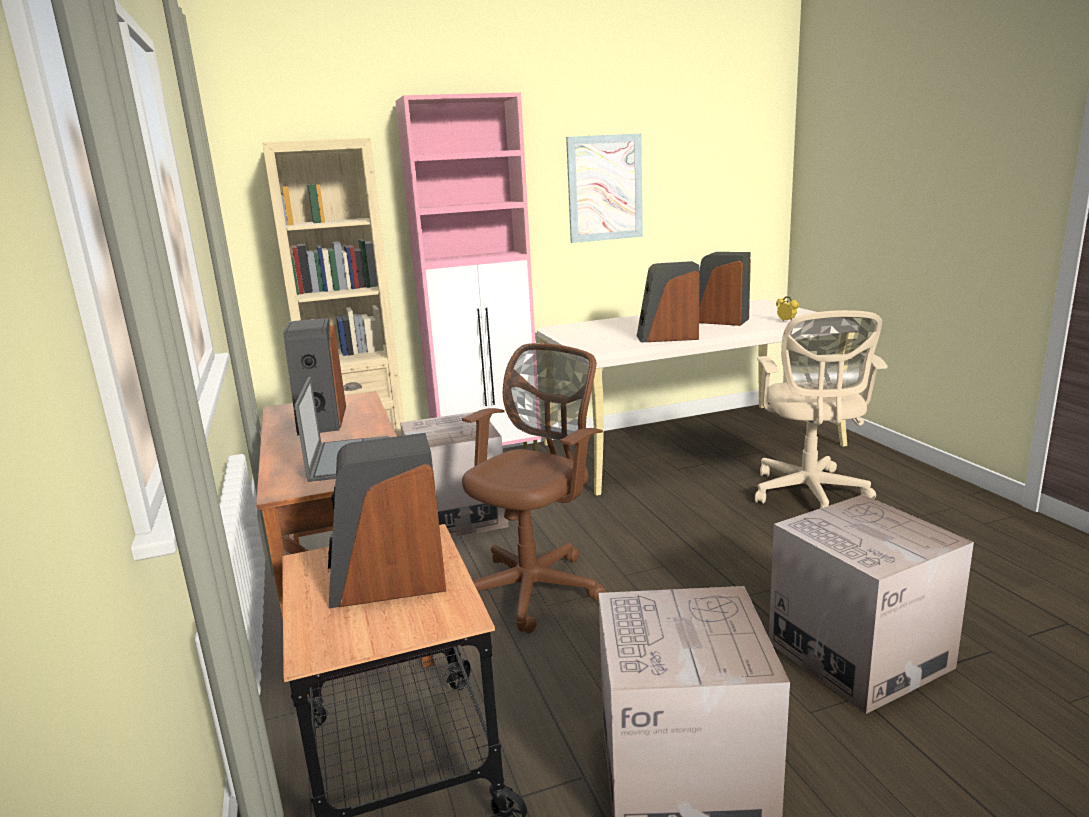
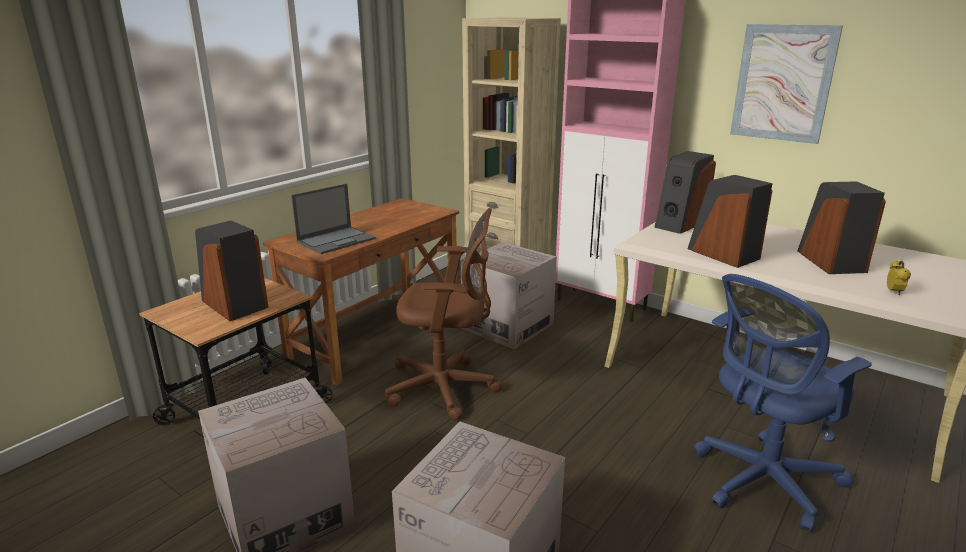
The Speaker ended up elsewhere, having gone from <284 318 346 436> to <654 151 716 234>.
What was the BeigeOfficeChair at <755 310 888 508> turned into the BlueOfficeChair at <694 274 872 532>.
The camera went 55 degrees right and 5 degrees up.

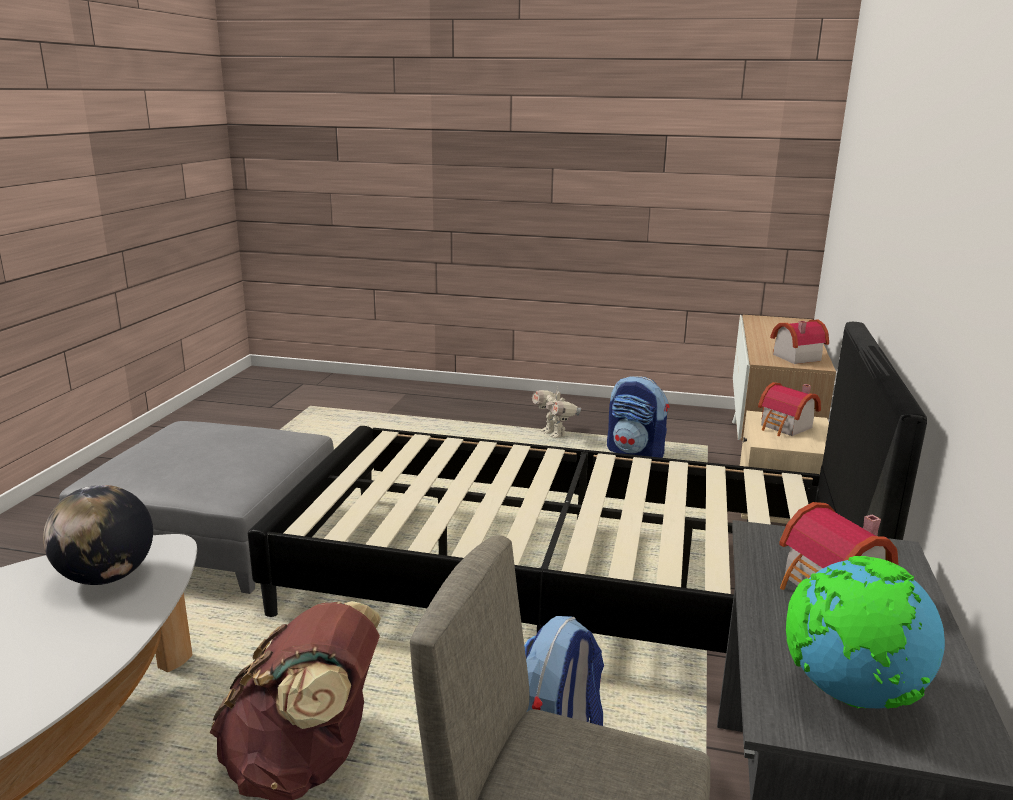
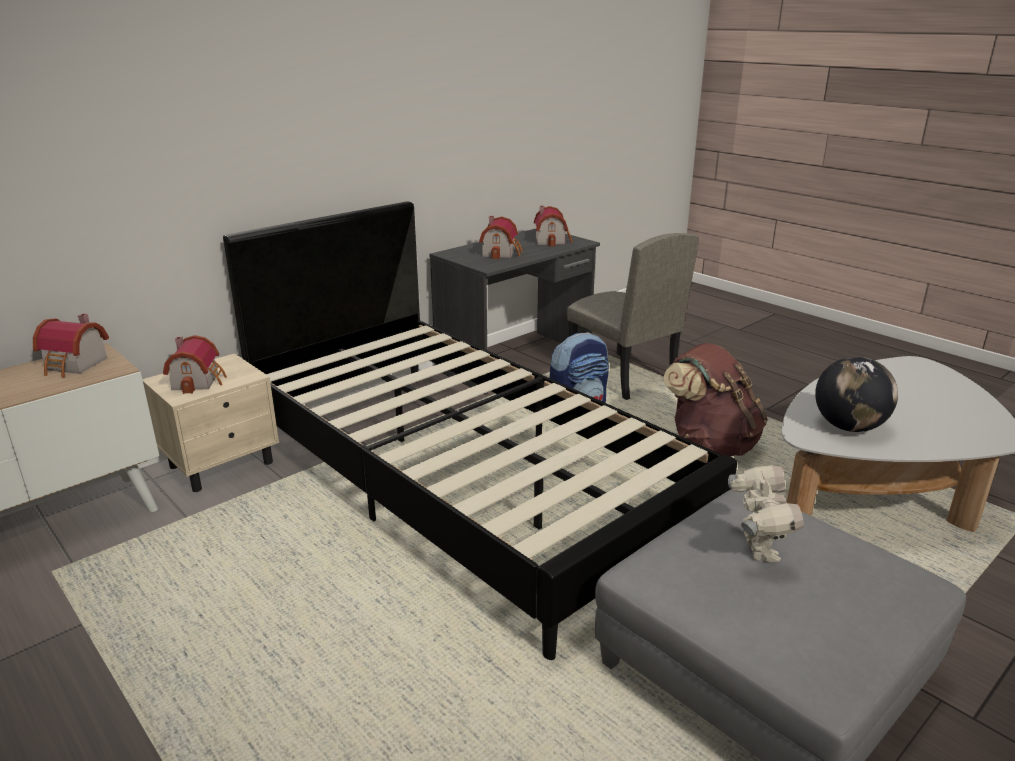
The second view lost the Backpack at <607 376 669 458>.
The ToyRobot ended up elsewhere, having gone from <532 387 581 438> to <728 465 804 562>.
Where the Globe stood at <786 556 945 709>, the ToyHouse came to stand at <534 206 573 247>.
The camera went 145 degrees left and 5 degrees up.

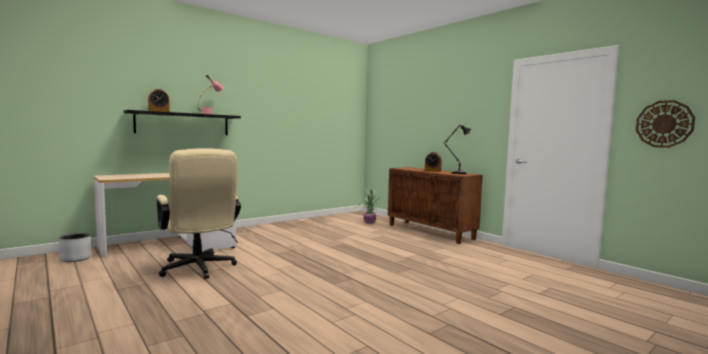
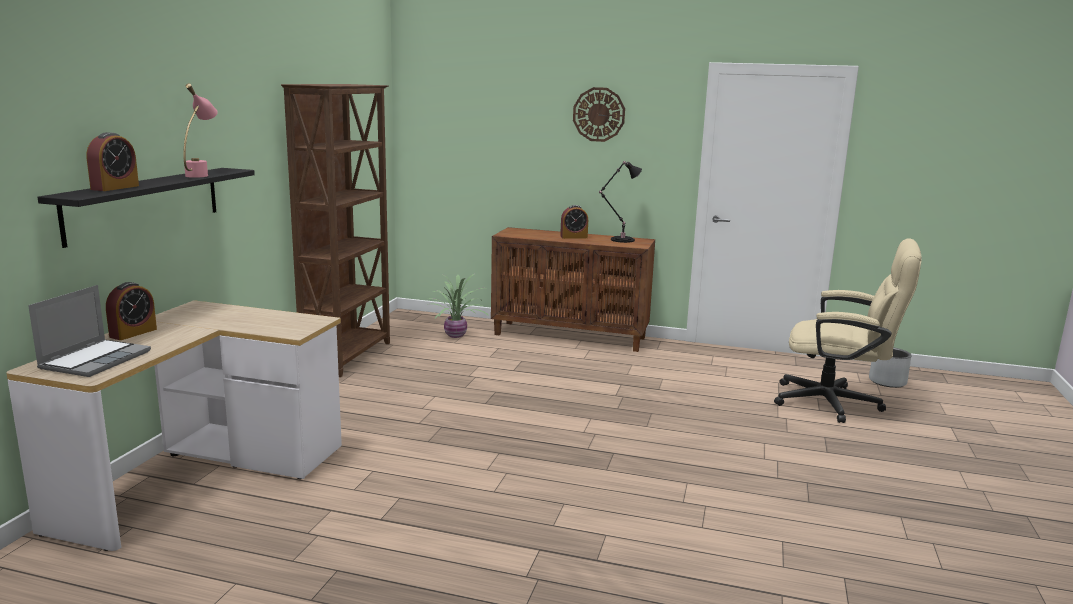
The second view gained the Laptop at <28 285 151 377>.
The second view gained the AlarmClock at <106 282 157 340>.
The second view gained the BrownBookcase at <281 84 390 377>.
The GreyPlanter ended up elsewhere, having gone from <59 233 92 262> to <869 347 912 388>.
The BeigeOfficeChair ended up elsewhere, having gone from <157 148 241 279> to <774 238 922 423>.
The WallClock ended up elsewhere, having gone from <636 100 695 148> to <573 87 625 142>.
The camera went 35 degrees left and 10 degrees up.

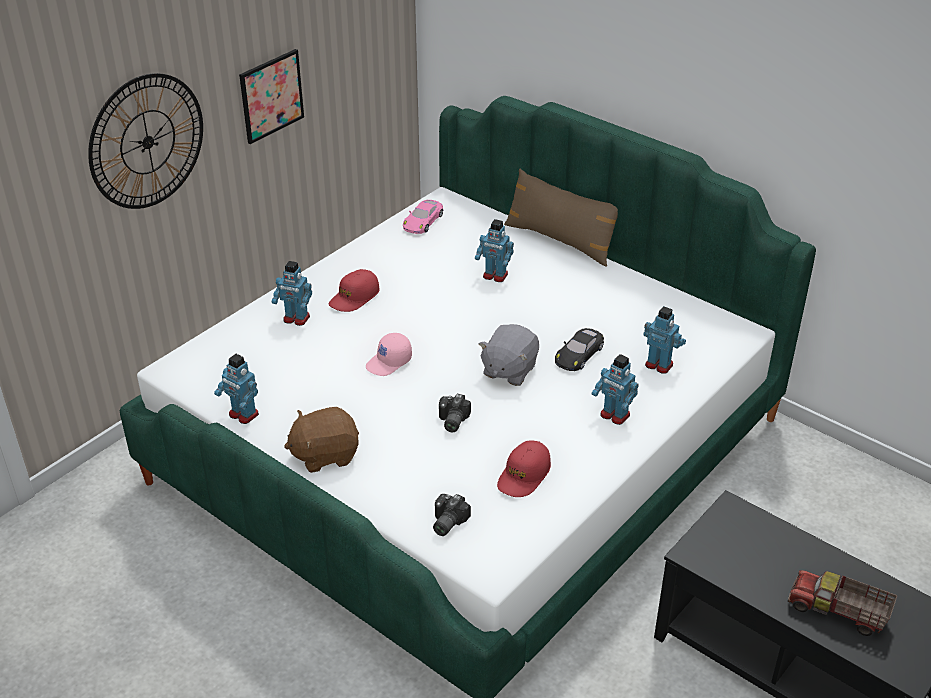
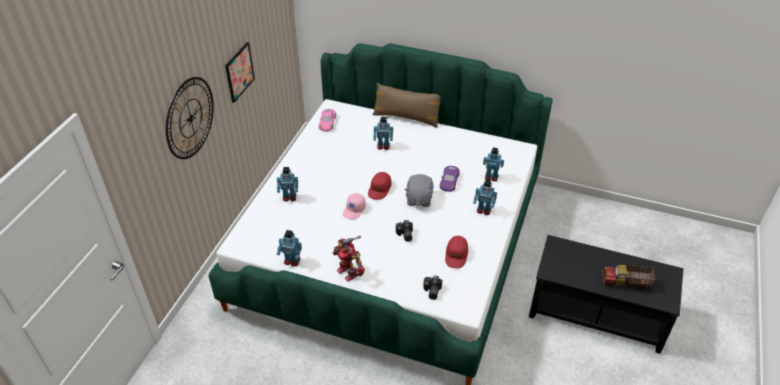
The RedCap ended up elsewhere, having gone from <329 269 380 312> to <368 172 392 200>.
Where the BrownPlushToy stood at <284 407 359 473>, the ToyRobot came to stand at <333 236 365 282>.
What was the BlackToyCar at <555 328 604 371> turned into the PurpleToyCar at <440 166 460 192>.
The camera went 20 degrees left and 5 degrees up.

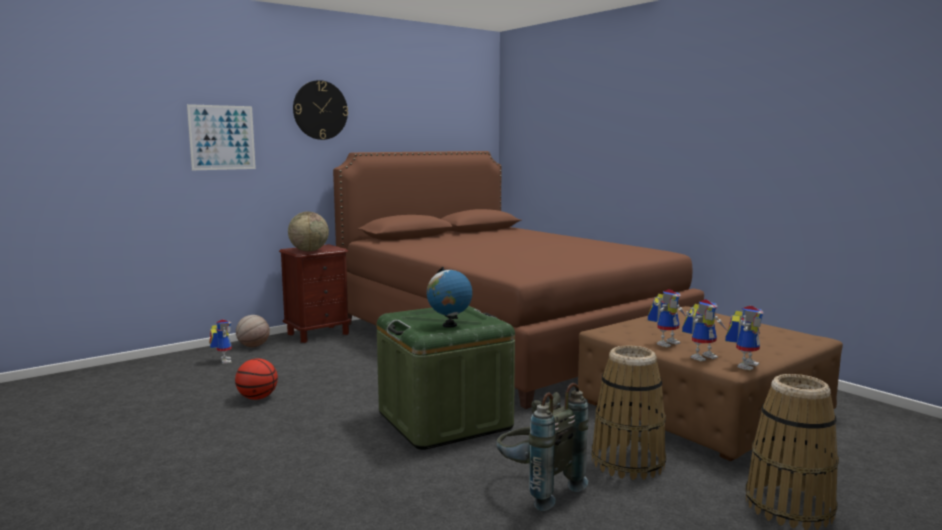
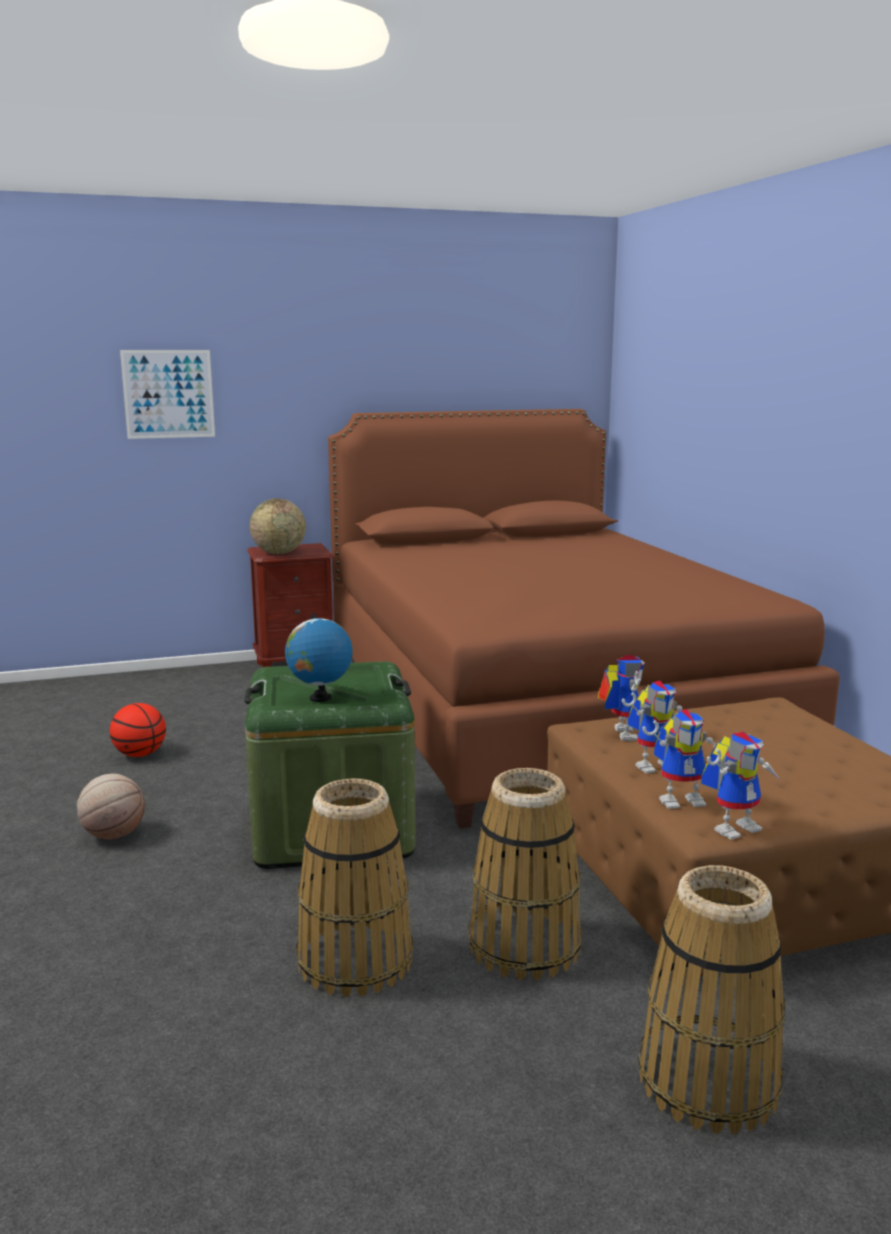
The second view lost the WallClock at <293 80 348 140>.
The ToyRobot ended up elsewhere, having gone from <209 319 232 364> to <598 655 645 741>.
The Basketball ended up elsewhere, having gone from <236 315 270 347> to <77 774 145 840>.
Where the GreyBackpack stood at <496 383 589 511>, the Basket came to stand at <296 778 413 997>.
The camera went 20 degrees right and 5 degrees up.

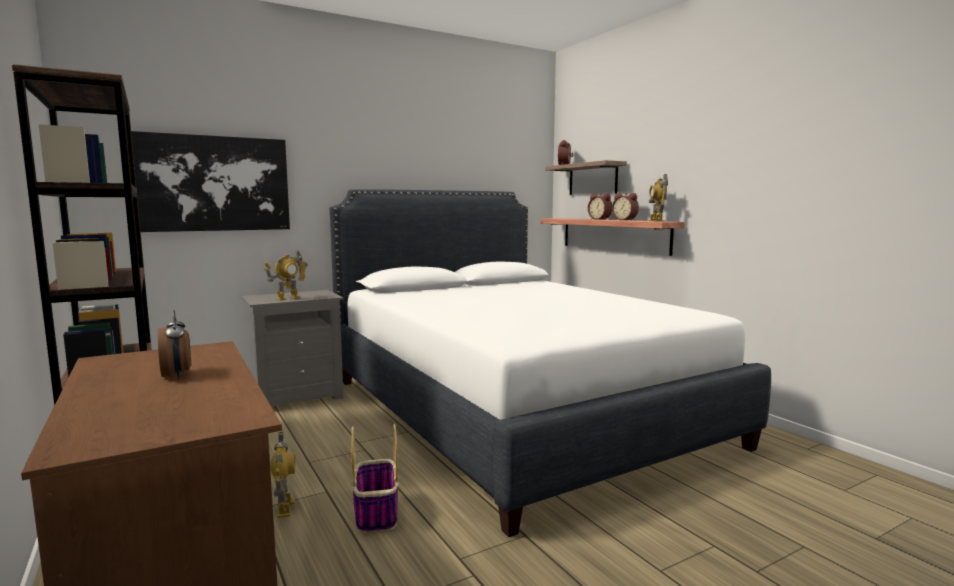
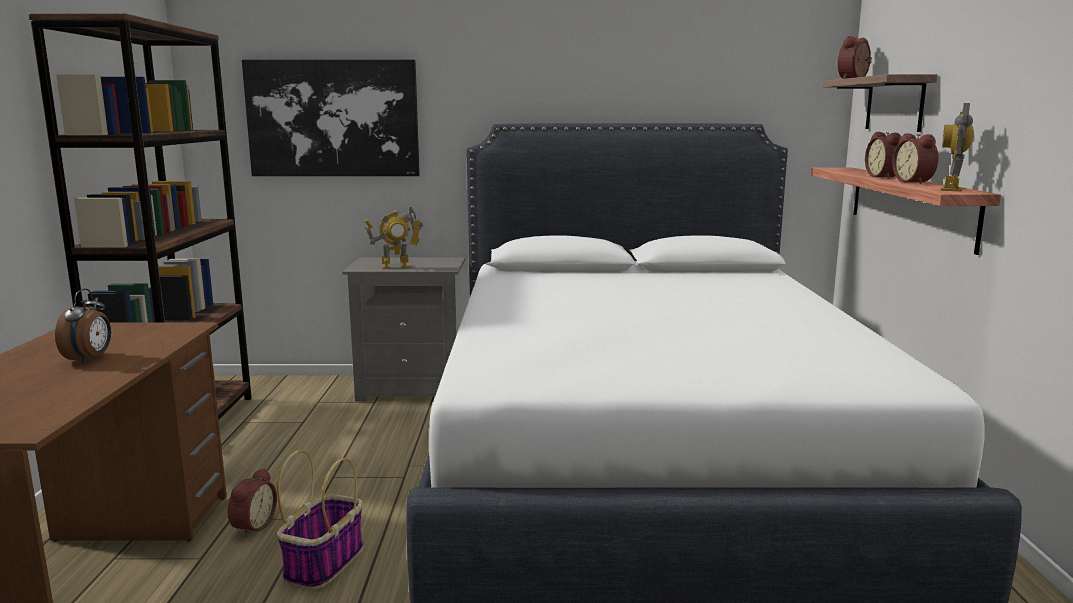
Where the ToyRobot stood at <270 432 296 518>, the AlarmClock came to stand at <228 468 277 537>.
The camera went 30 degrees right and 5 degrees up.

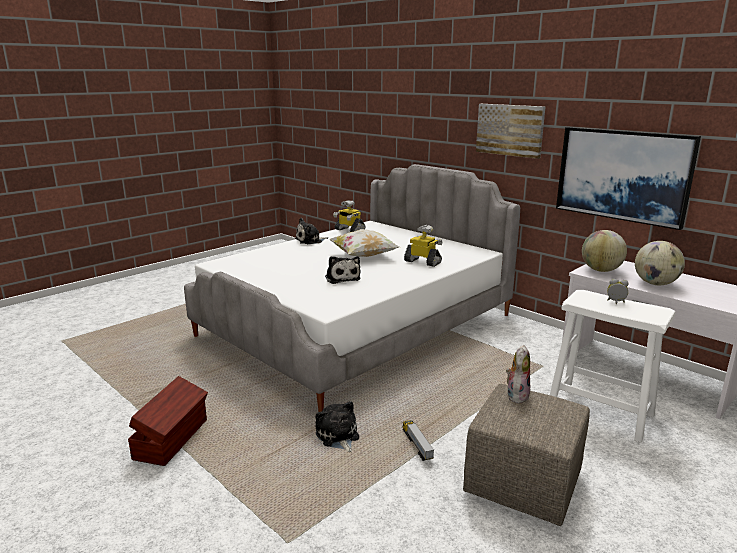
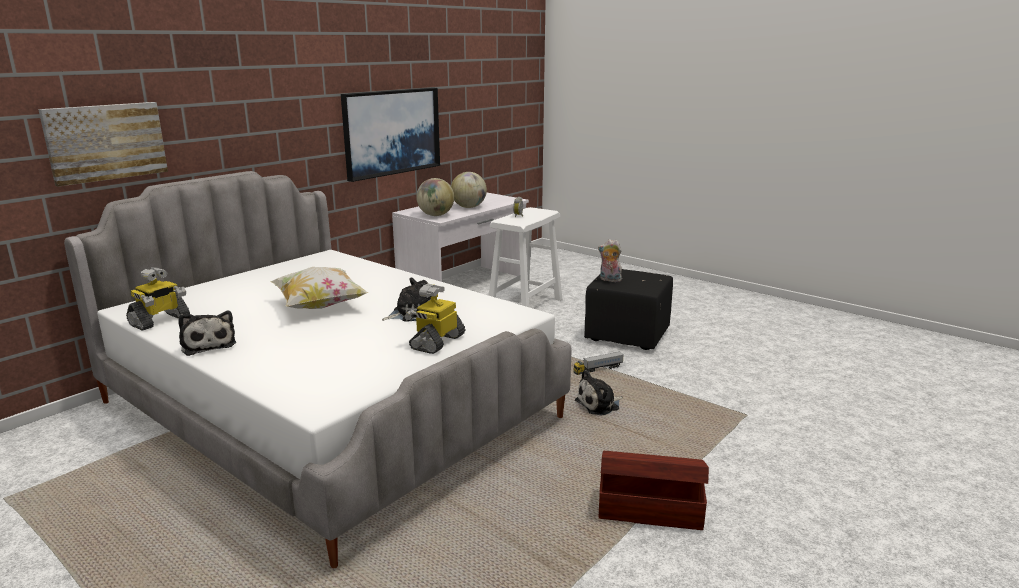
The ToyRobot ended up elsewhere, having gone from <404 225 442 267> to <404 284 465 354>.
The Picture ended up elsewhere, having gone from <476 104 545 159> to <38 102 168 187>.
What was the BeigeOttoman at <463 384 590 526> turned into the BlackOttoman at <584 269 673 350>.
The camera went 95 degrees left and 0 degrees up.

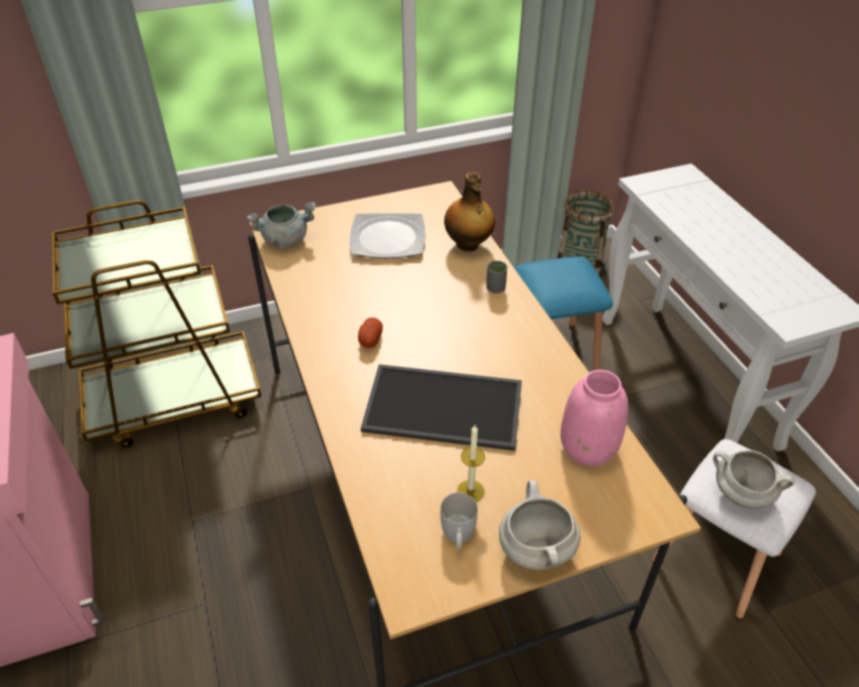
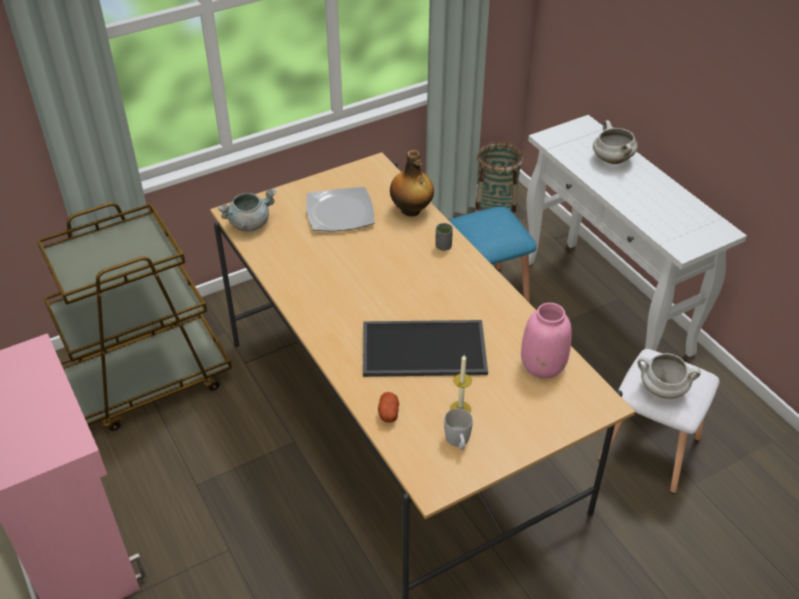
The Potato ended up elsewhere, having gone from <358 317 383 348> to <378 392 399 423>.
The WhiteCookingPot ended up elsewhere, having gone from <499 480 581 571> to <593 120 638 164>.
The camera went 10 degrees left and 0 degrees up.

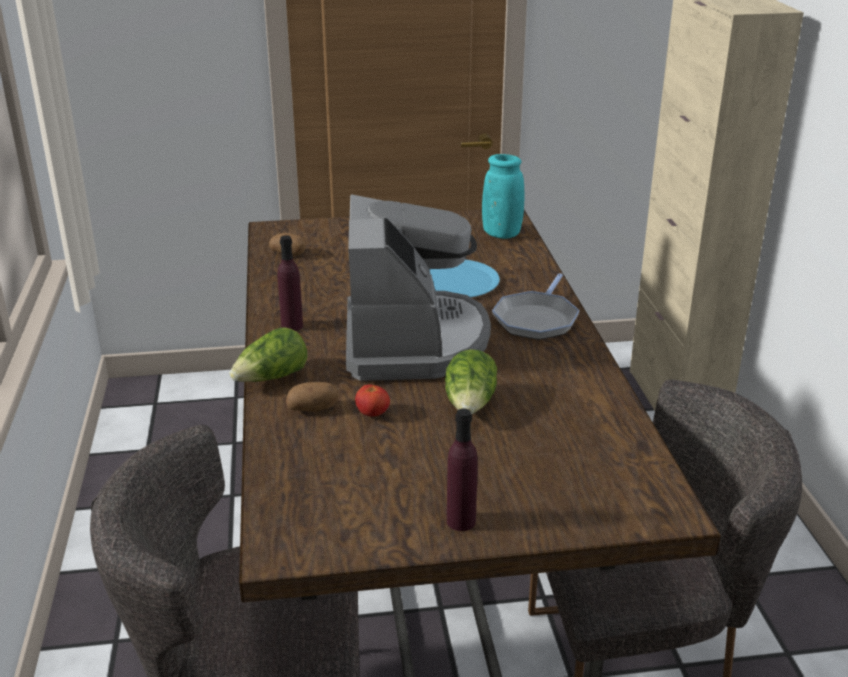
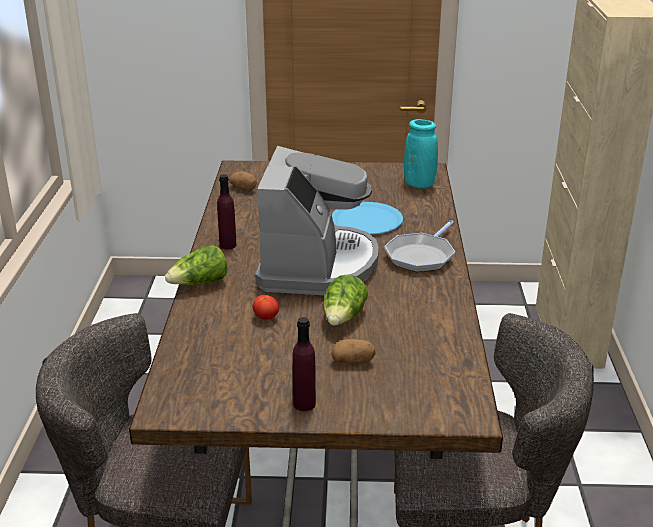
The Potato ended up elsewhere, having gone from <286 382 339 412> to <331 339 375 364>.
The camera went 10 degrees right and 0 degrees up.

